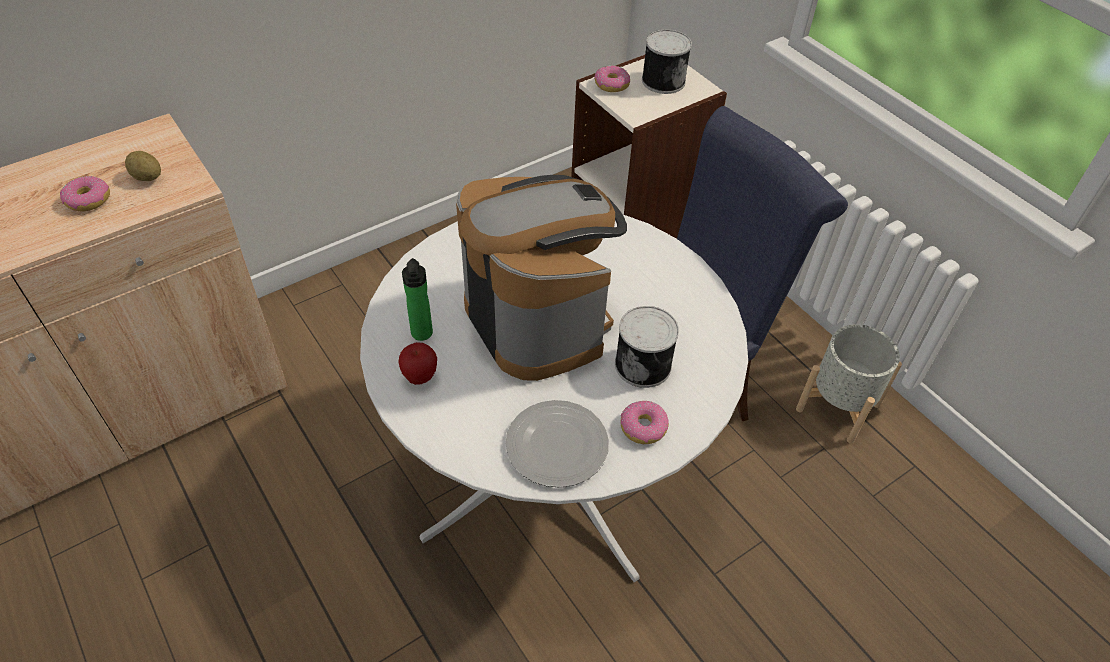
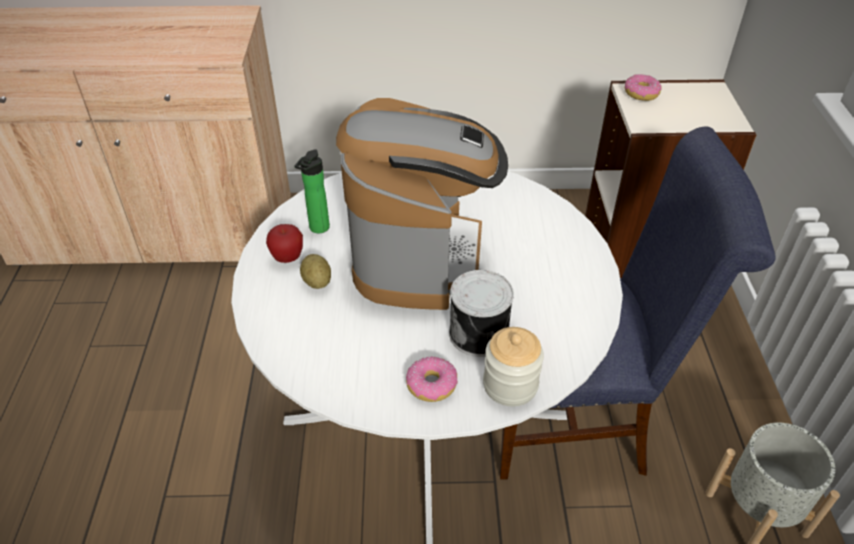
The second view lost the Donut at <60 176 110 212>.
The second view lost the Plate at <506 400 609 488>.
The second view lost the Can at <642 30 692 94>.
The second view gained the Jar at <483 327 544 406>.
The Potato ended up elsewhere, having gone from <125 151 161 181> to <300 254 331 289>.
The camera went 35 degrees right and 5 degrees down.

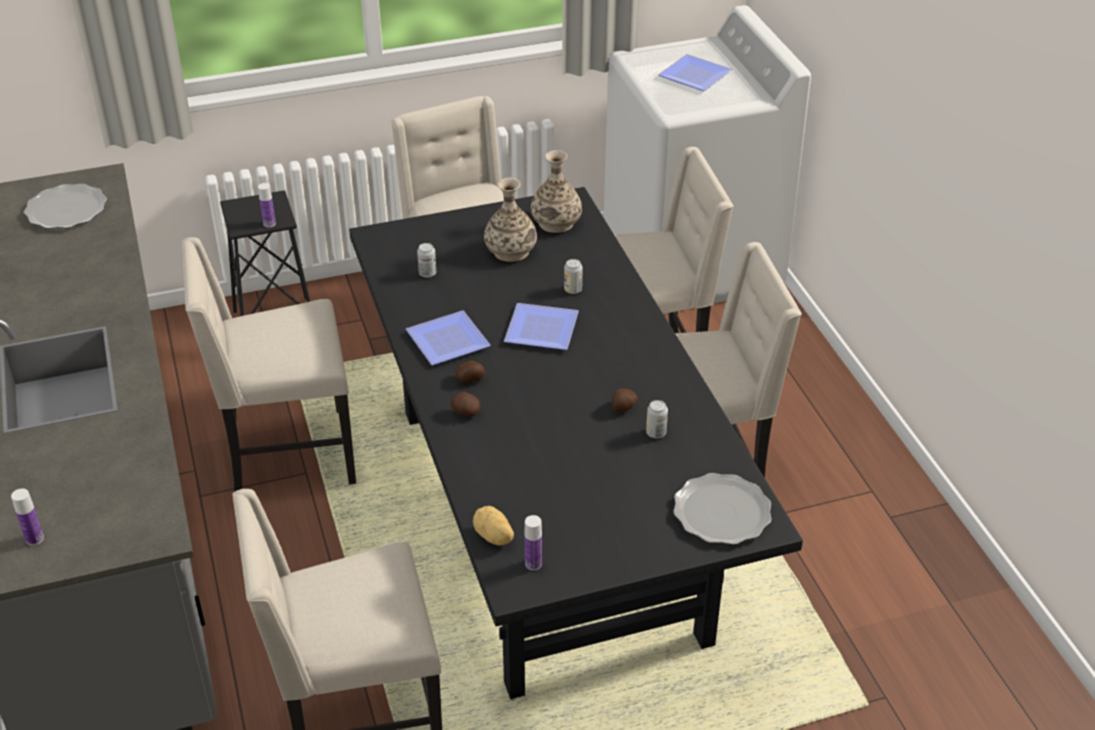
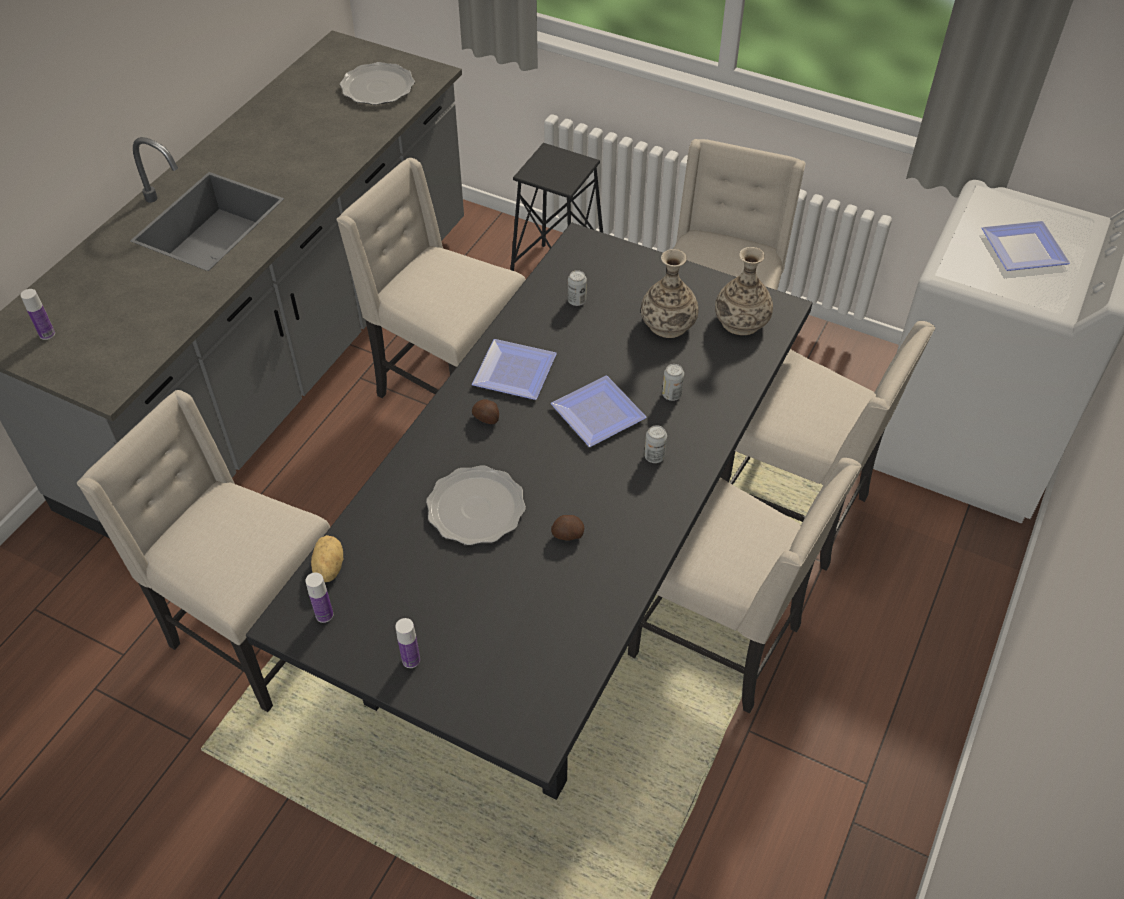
The second view lost the Potato at <451 392 481 416>.
The Bottle ended up elsewhere, having gone from <258 183 276 227> to <395 618 420 668>.
The Can ended up elsewhere, having gone from <646 400 668 438> to <644 425 667 463>.
The Plate ended up elsewhere, having gone from <673 473 772 545> to <426 465 526 545>.
The camera went 45 degrees right and 10 degrees up.

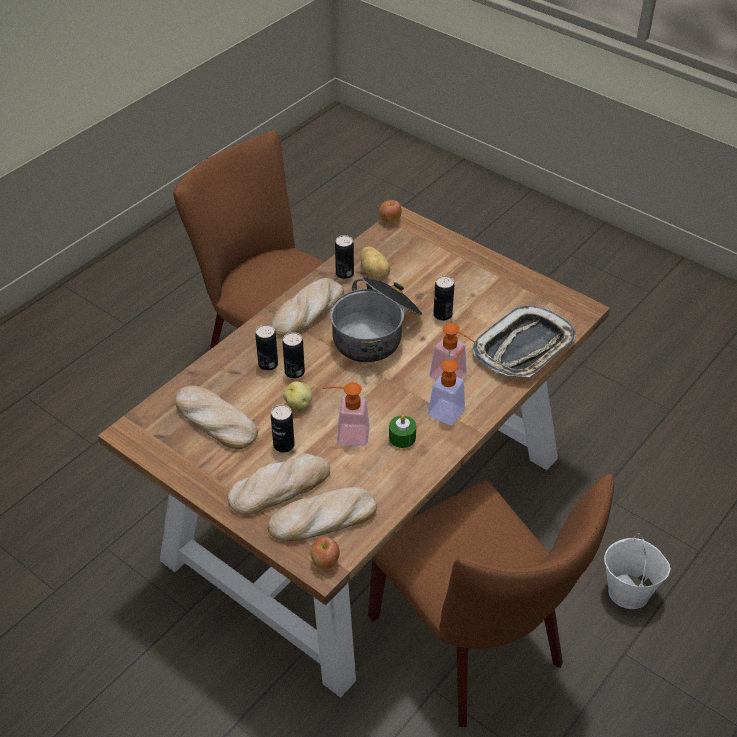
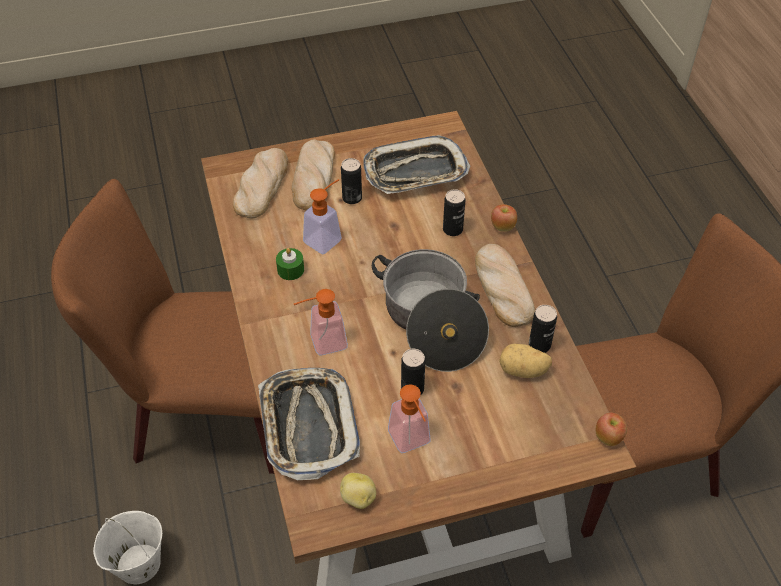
The second view lost the Can at <283 332 305 378>.
The Potato ended up elsewhere, having gone from <283 381 312 410> to <340 473 376 509>.
The Apple ended up elsewhere, having gone from <310 537 340 570> to <491 204 517 232>.
The SoapDispenser ended up elsewhere, having gone from <428 349 465 425> to <388 384 431 453>.
Where the Bread stood at <175 386 258 449>, the Tray came to stand at <363 135 470 194>.
The camera went 125 degrees right and 5 degrees up.

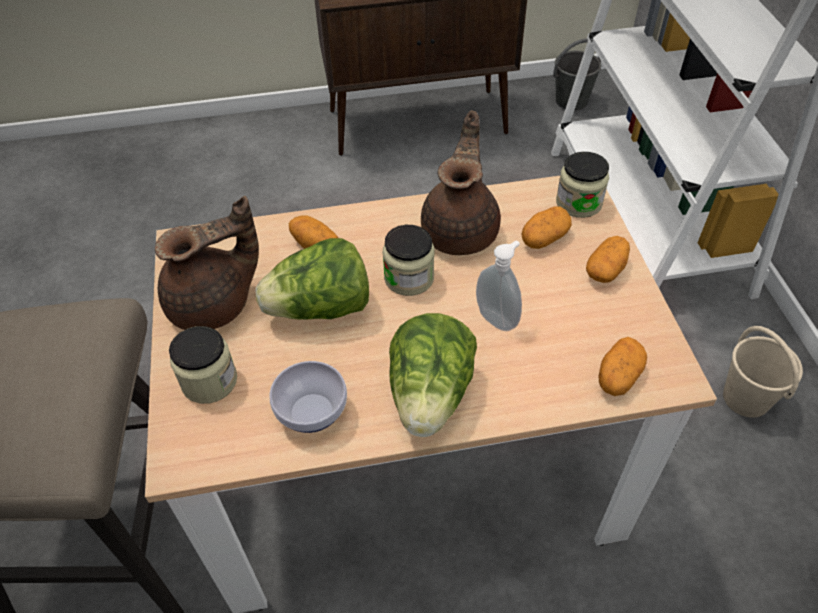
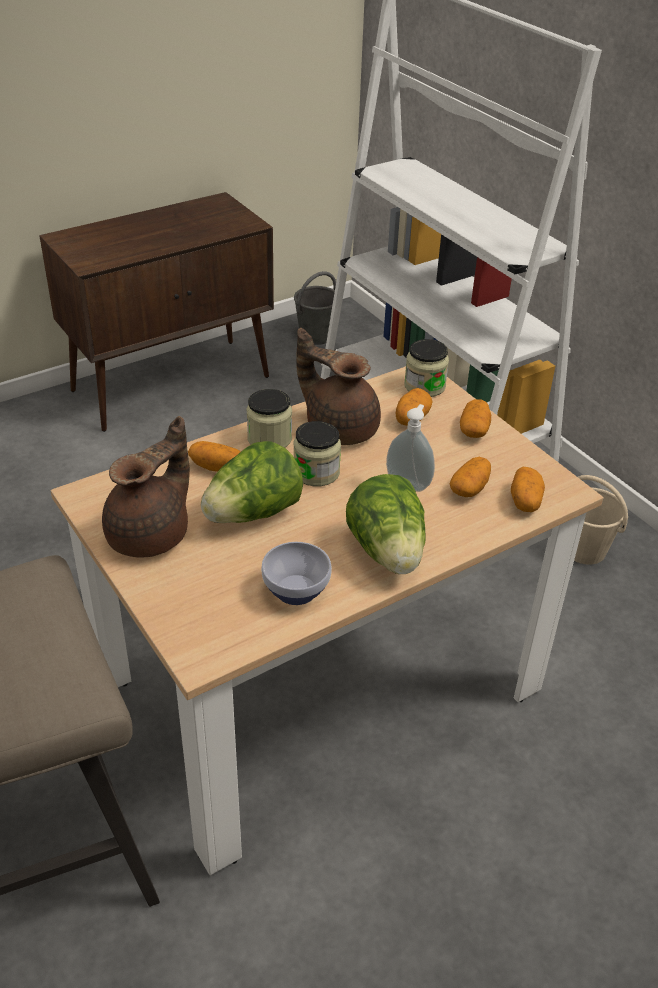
The second view gained the Potato at <450 457 491 497>.
The Jar ended up elsewhere, having gone from <169 326 237 404> to <247 389 292 447>.
The BrownTeapot at <421 110 501 255> ended up facing another way, 45 degrees counterclockwise from before.
The camera went 25 degrees left and 10 degrees down.

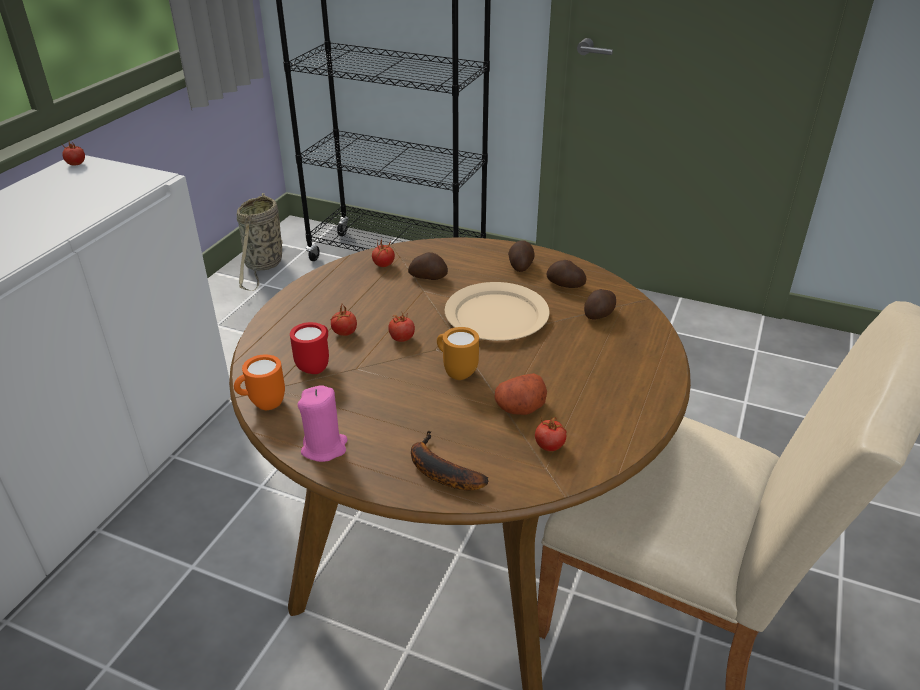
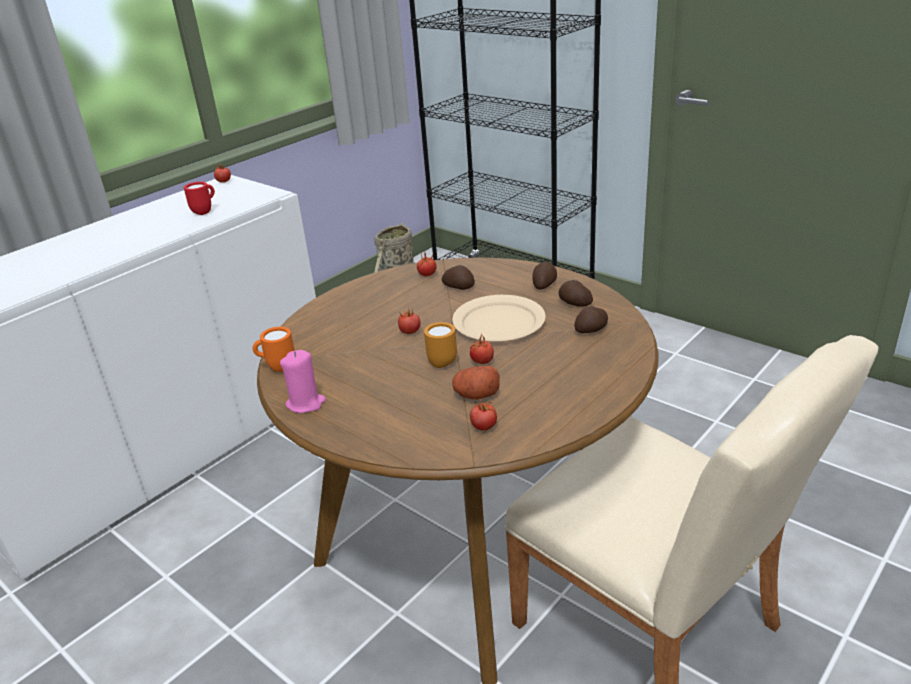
The second view lost the Banana at <411 430 488 490>.
The RedMug ended up elsewhere, having gone from <290 322 329 374> to <184 182 215 215>.
The Tomato ended up elsewhere, having gone from <330 305 357 336> to <470 333 494 364>.
The camera went 20 degrees right and 5 degrees down.

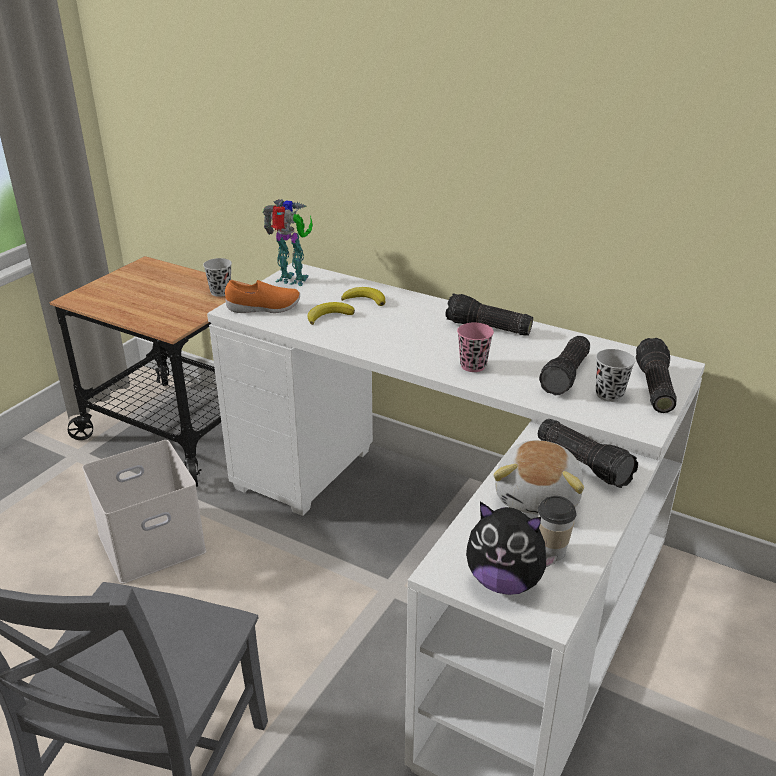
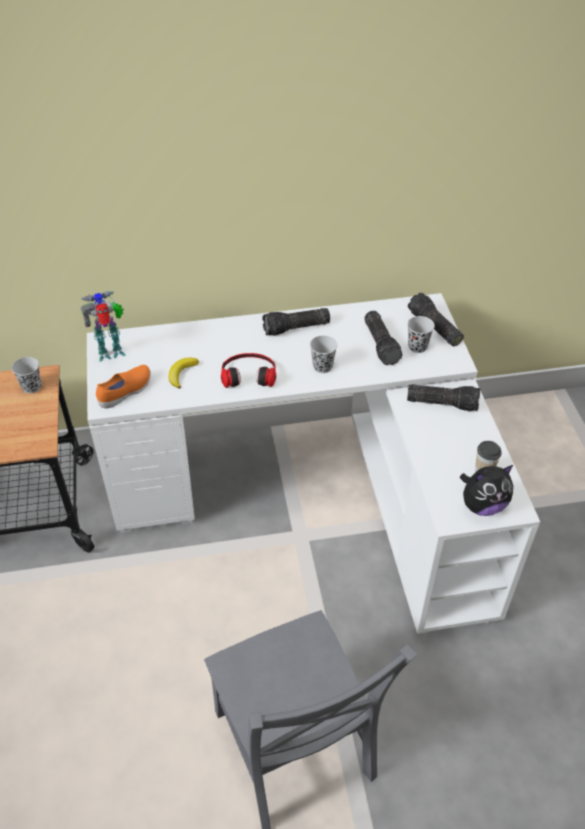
The second view lost the WhiteStorageBox at <83 440 206 584>.
The second view lost the Banana at <341 287 385 306>.
The second view lost the PlushToy at <493 440 584 515>.
The second view gained the Headphones at <221 353 276 388>.
What was the PinkCup at <457 323 494 372> turned into the BlackCup at <310 335 337 373>.
The camera went 40 degrees left and 15 degrees up.

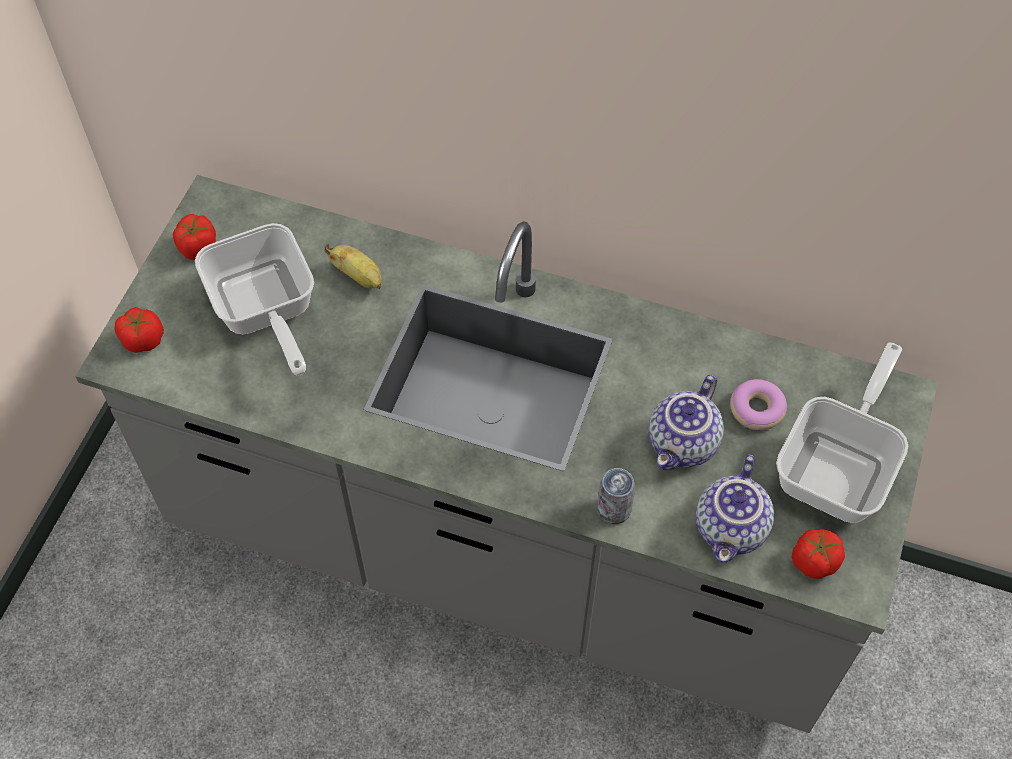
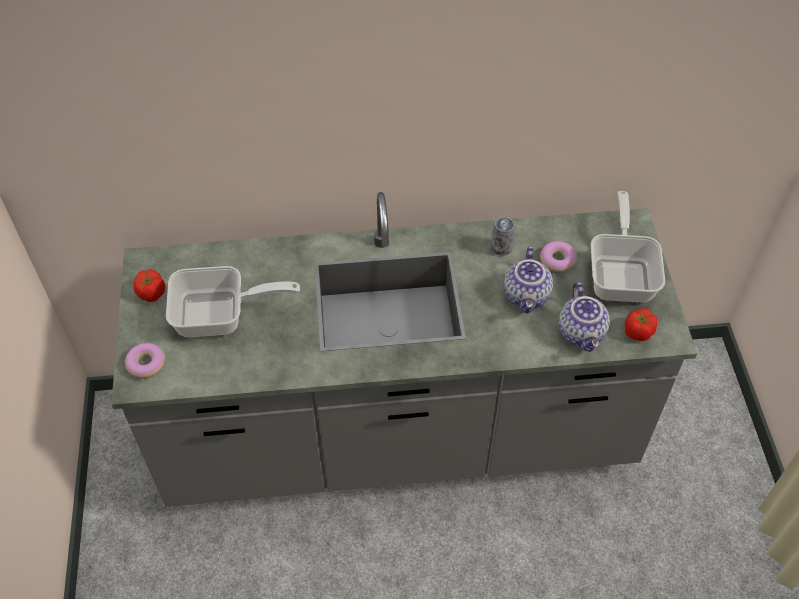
The second view lost the Banana at <325 243 382 289>.
The Can ended up elsewhere, having gone from <597 468 635 524> to <491 217 515 256>.
Where the Tomato stood at <115 307 164 353>, the Donut came to stand at <125 343 165 378>.
The FryingPan at <195 223 314 376> ended up facing another way, 45 degrees counterclockwise from before.
The camera went 25 degrees left and 5 degrees down.

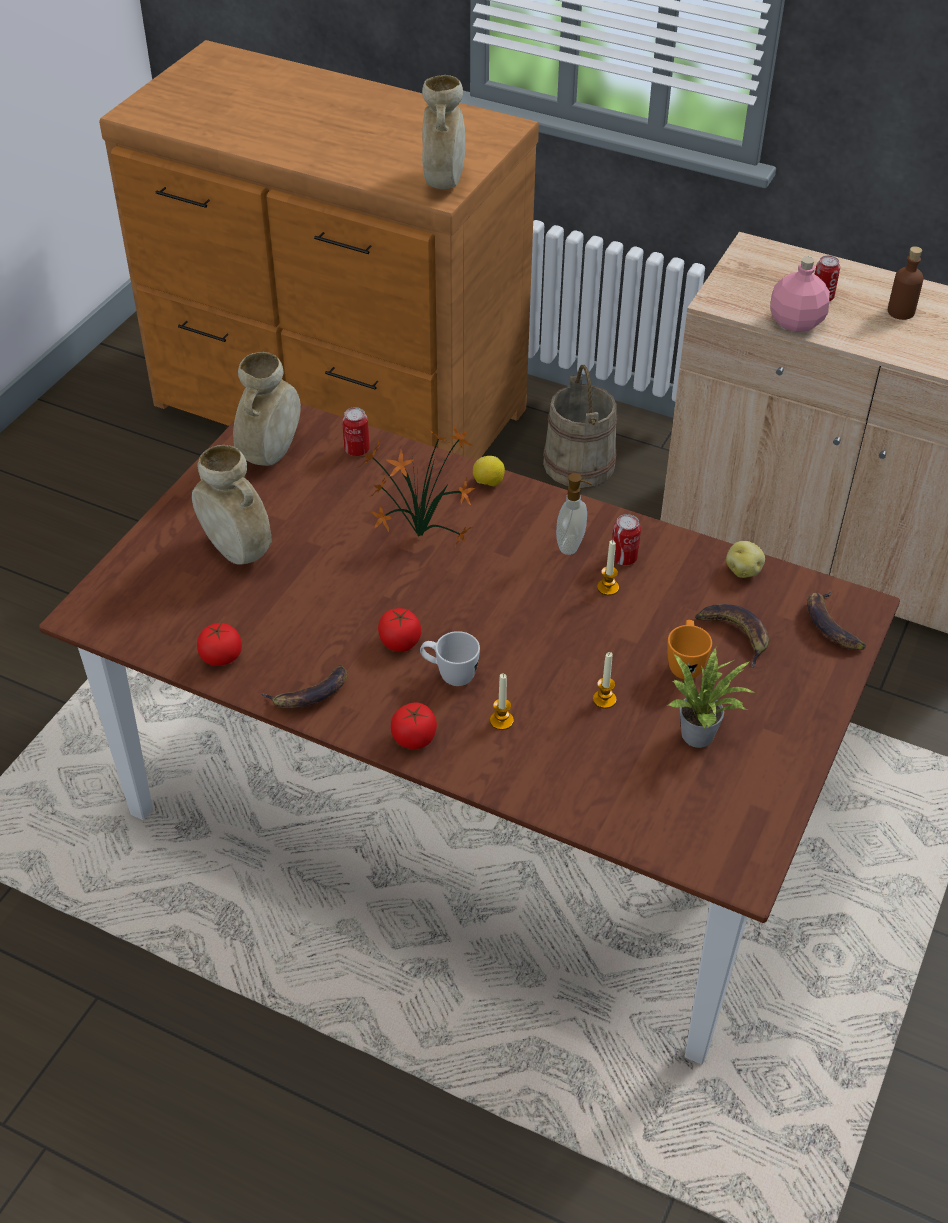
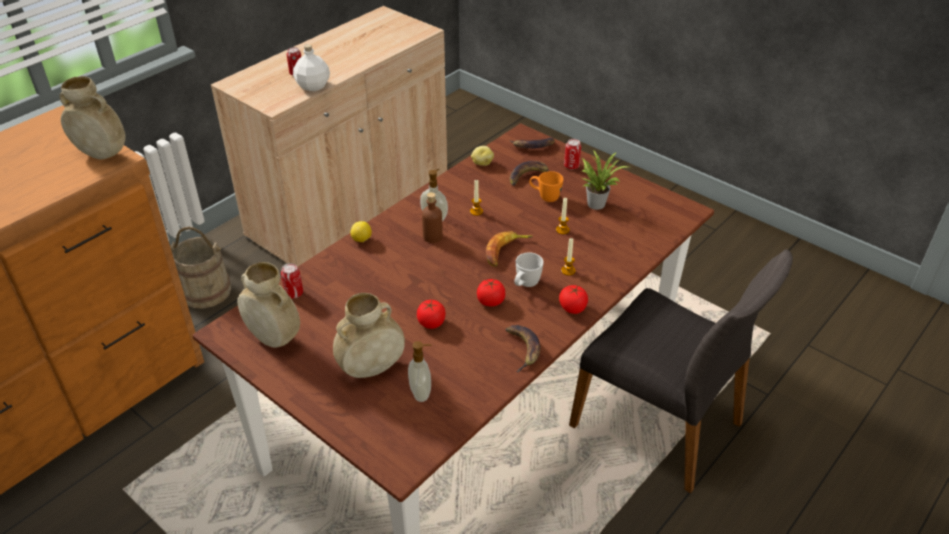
The second view lost the PottedPlant at <357 426 475 548>.
The second view gained the SoapDispenser at <408 341 432 402>.
The second view gained the Banana at <486 231 533 267>.
The second view gained the GreyChair at <569 249 793 494>.
The Tomato ended up elsewhere, having gone from <197 623 242 666> to <417 300 446 329>.
The Can ended up elsewhere, having gone from <612 514 641 565> to <564 139 581 169>.
The BrownBottle ended up elsewhere, having gone from <888 246 924 320> to <422 192 443 243>.
What was the PinkBottle at <770 257 830 332> turned into the WhiteBottle at <293 44 330 91>.
The camera went 75 degrees left and 5 degrees down.

